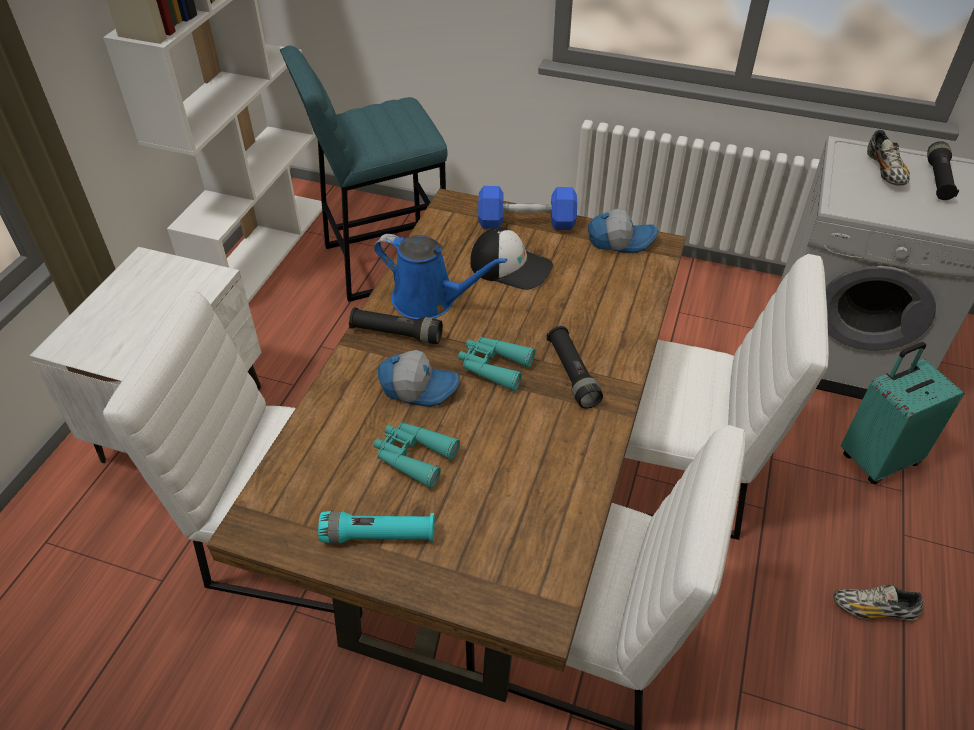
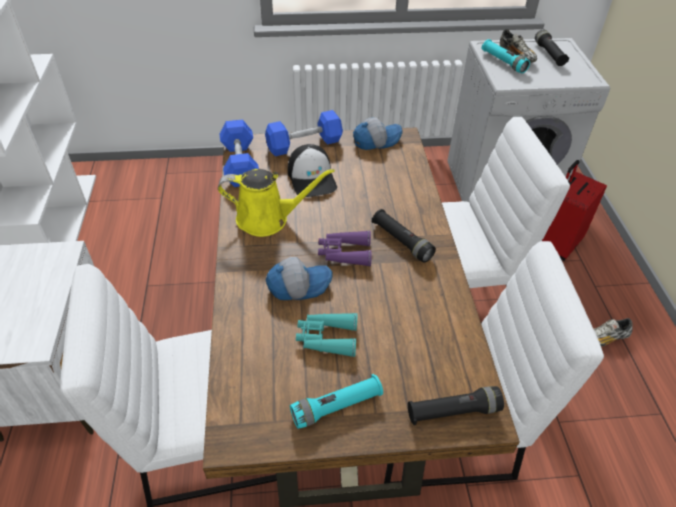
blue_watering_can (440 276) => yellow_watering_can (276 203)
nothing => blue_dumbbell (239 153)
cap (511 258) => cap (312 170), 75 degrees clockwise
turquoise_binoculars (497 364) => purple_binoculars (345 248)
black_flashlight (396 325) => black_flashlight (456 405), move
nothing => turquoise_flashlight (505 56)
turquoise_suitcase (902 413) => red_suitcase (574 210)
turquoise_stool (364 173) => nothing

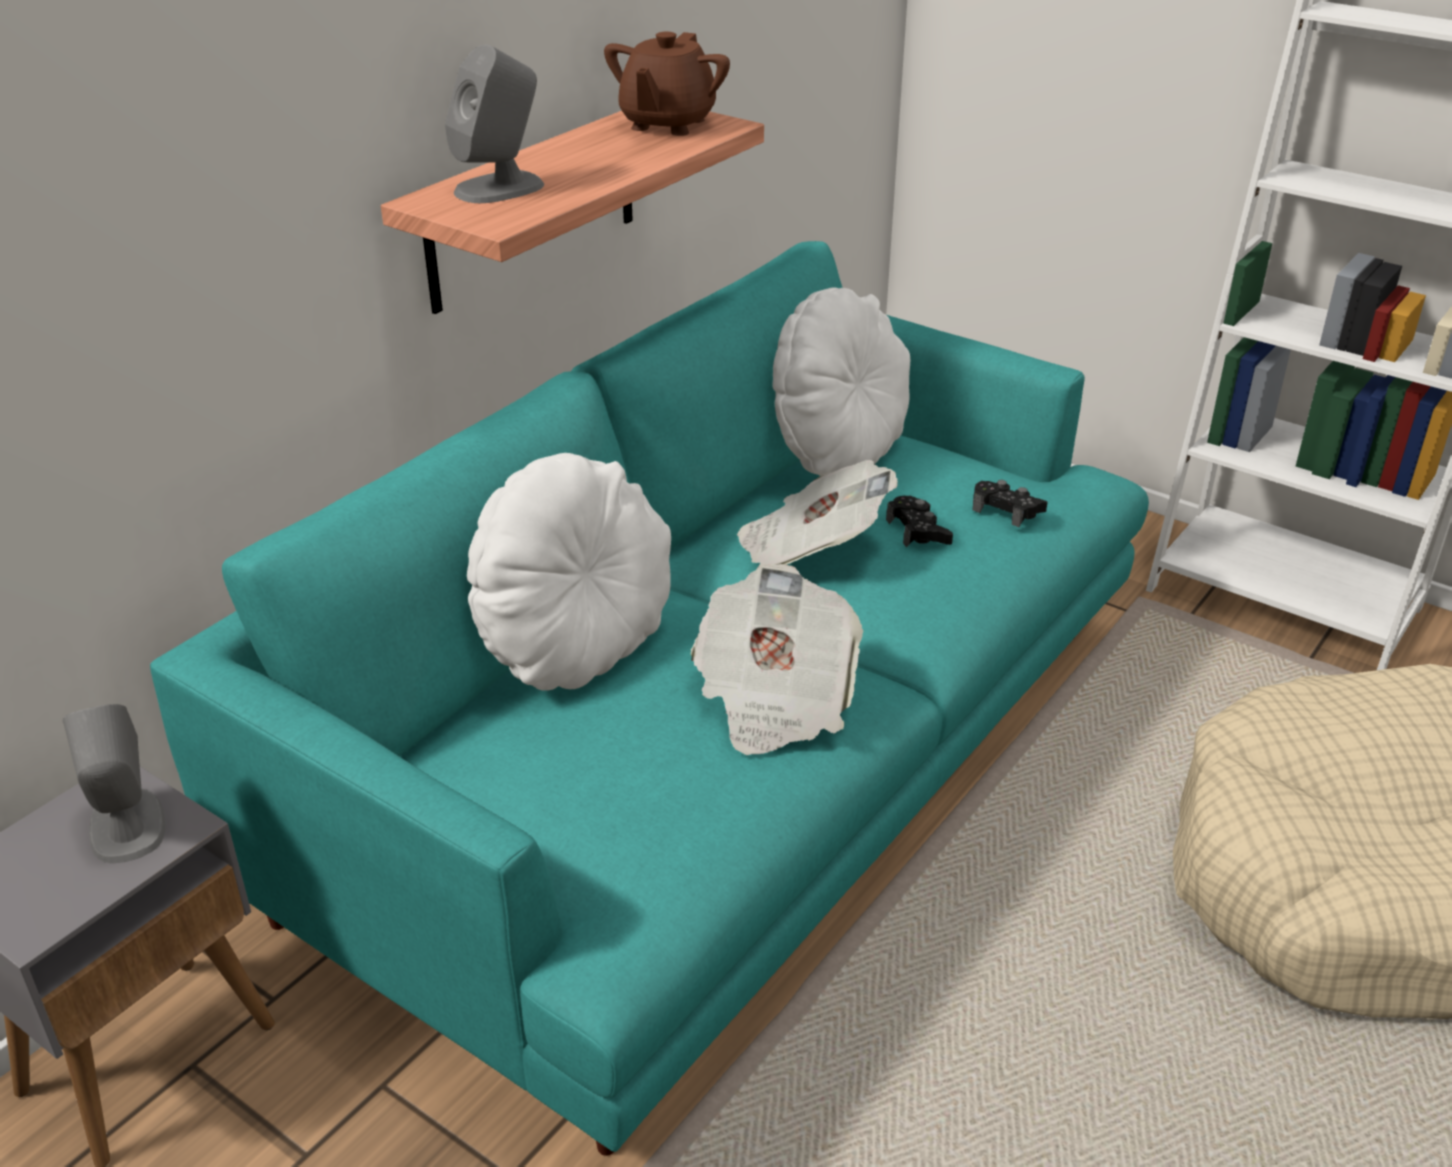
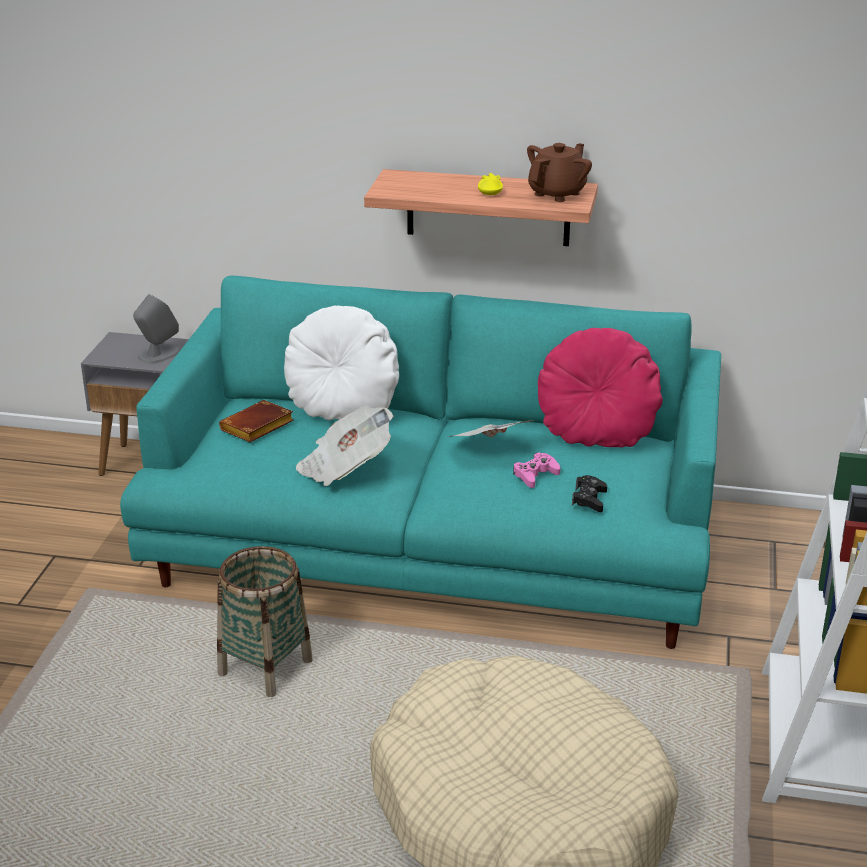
nothing => basket (265 621)
nothing => brown_book (256 421)
nothing => yellow_bowl (490 184)
black_game_controller (919 522) => pink_game_controller (536 470)
brown_teapot (667 84) => brown_teapot (559 172), 135 degrees clockwise
white_pillow (841 381) => pink_pillow (600 387)
grey_speaker (494 123) => nothing

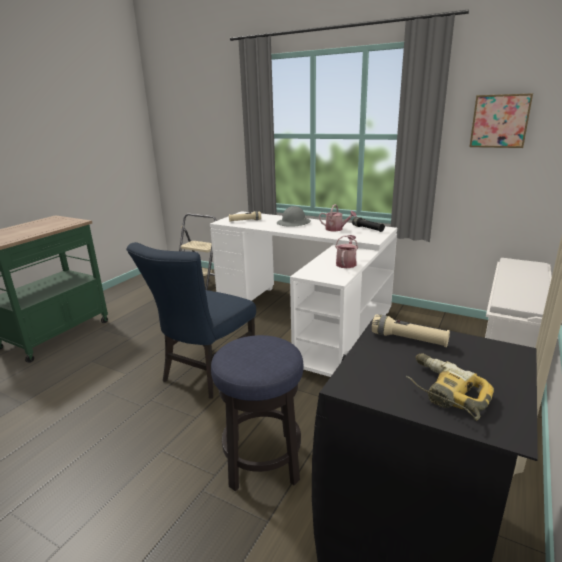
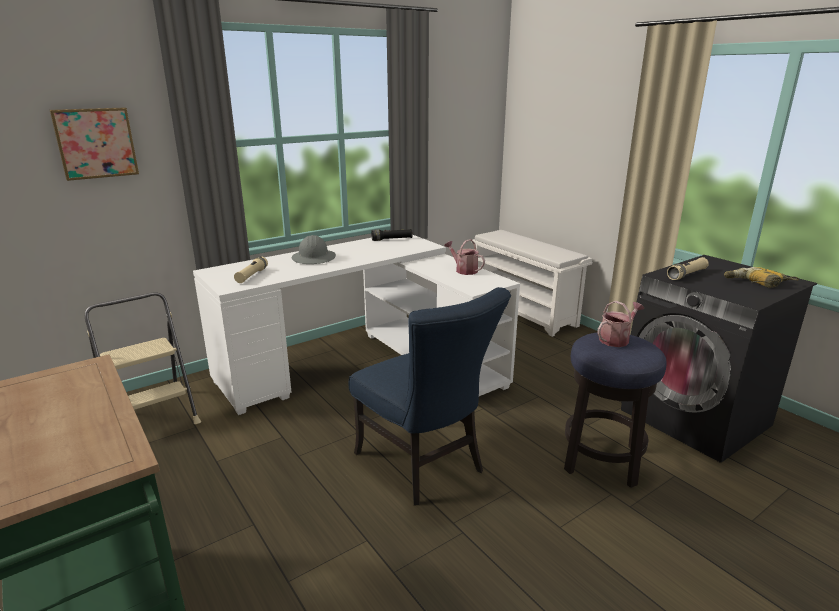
picture (501 120) => picture (94 144), move
watering_can (338 217) => watering_can (620 324), move

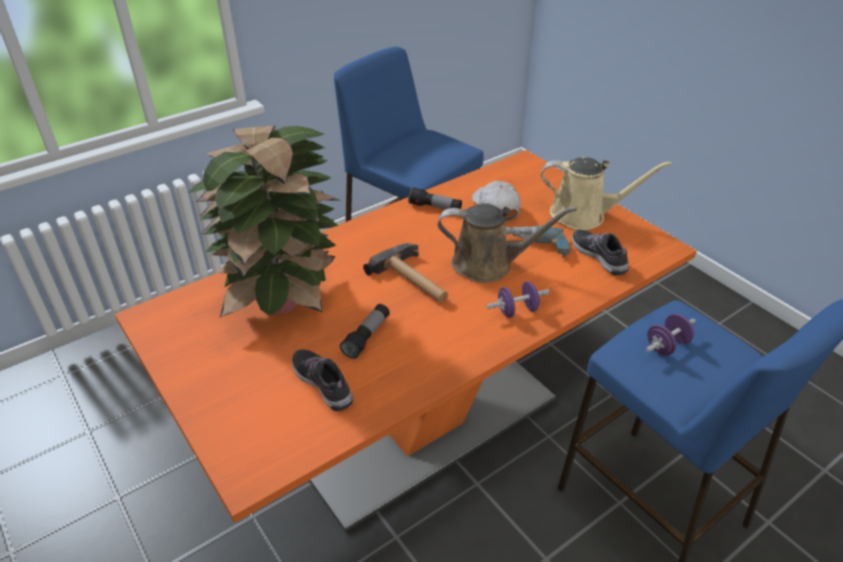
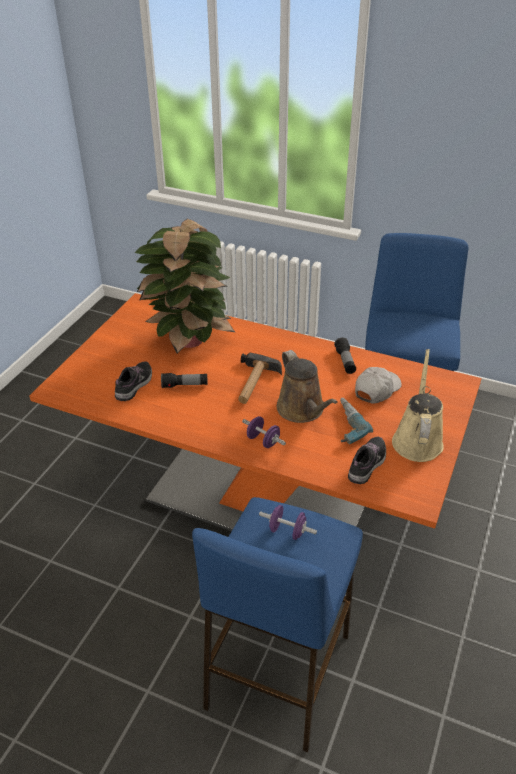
beige_watering_can (606 193) => beige_watering_can (418 405), 150 degrees counterclockwise

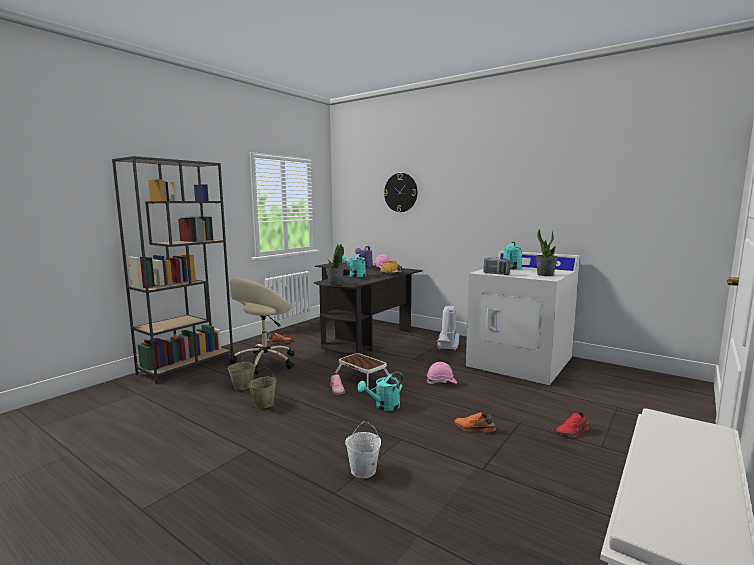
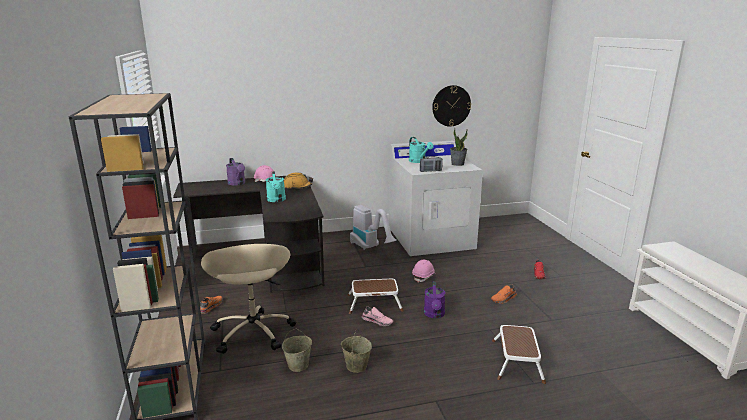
turquoise_watering_can (380 391) => purple_watering_can (434 299)
wall_clock (401 192) => wall_clock (451 106), move
white_bucket (363 449) => brown_step_ladder (519 354)
potted_plant (335 264) => nothing

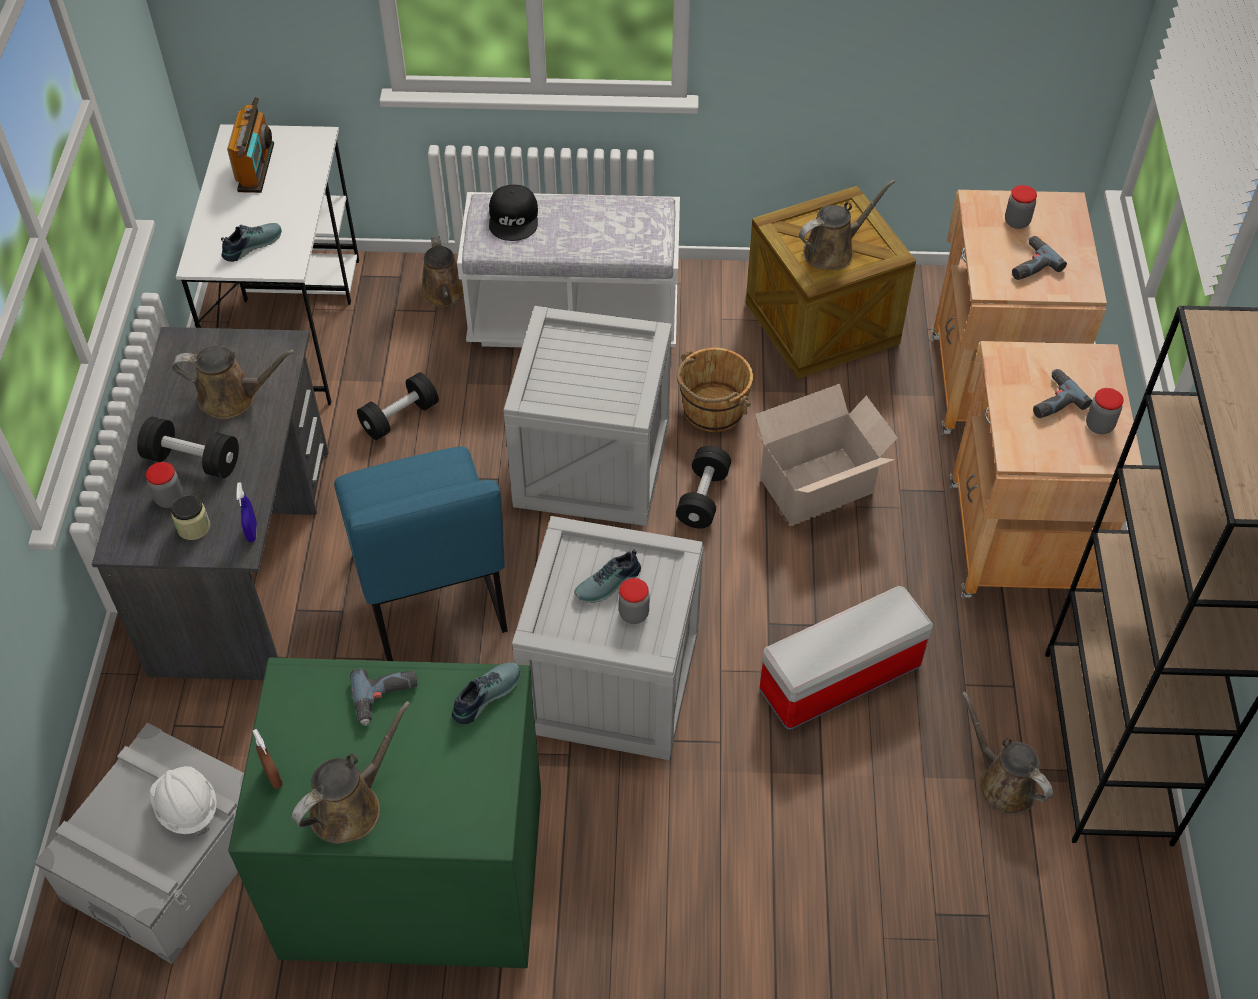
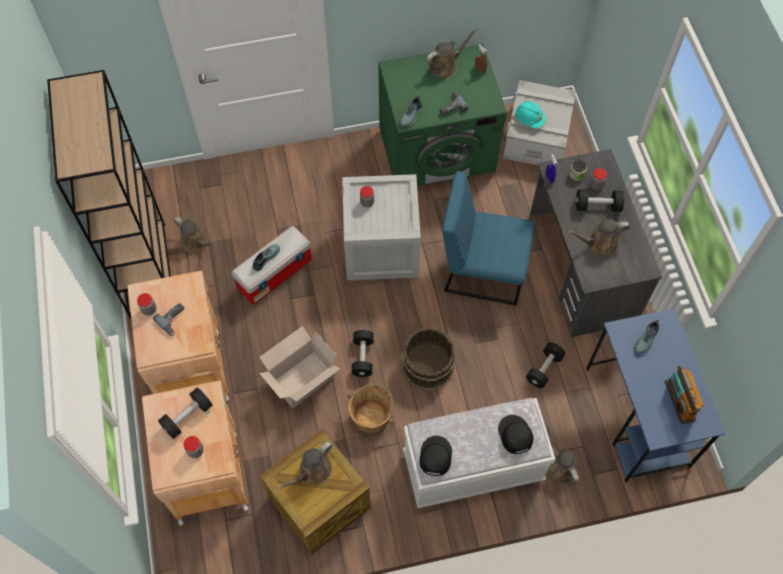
power_drill (1039 258) => black_dumbbell (185 413)
shoe (607 576) => shoe (266 257), move
crate (588 416) => brown_bucket (429 358)
nothing => black_cap (436 456)
brown_watering_can (351 772) => brown_watering_can (452 52), 150 degrees counterclockwise
blue_chair (421 554) => blue_chair (488 238), 45 degrees counterclockwise
white_hard_hat (183 801) => turquoise_hard_hat (530 114)
white_desk (267 264) => blue_desk (655 395)

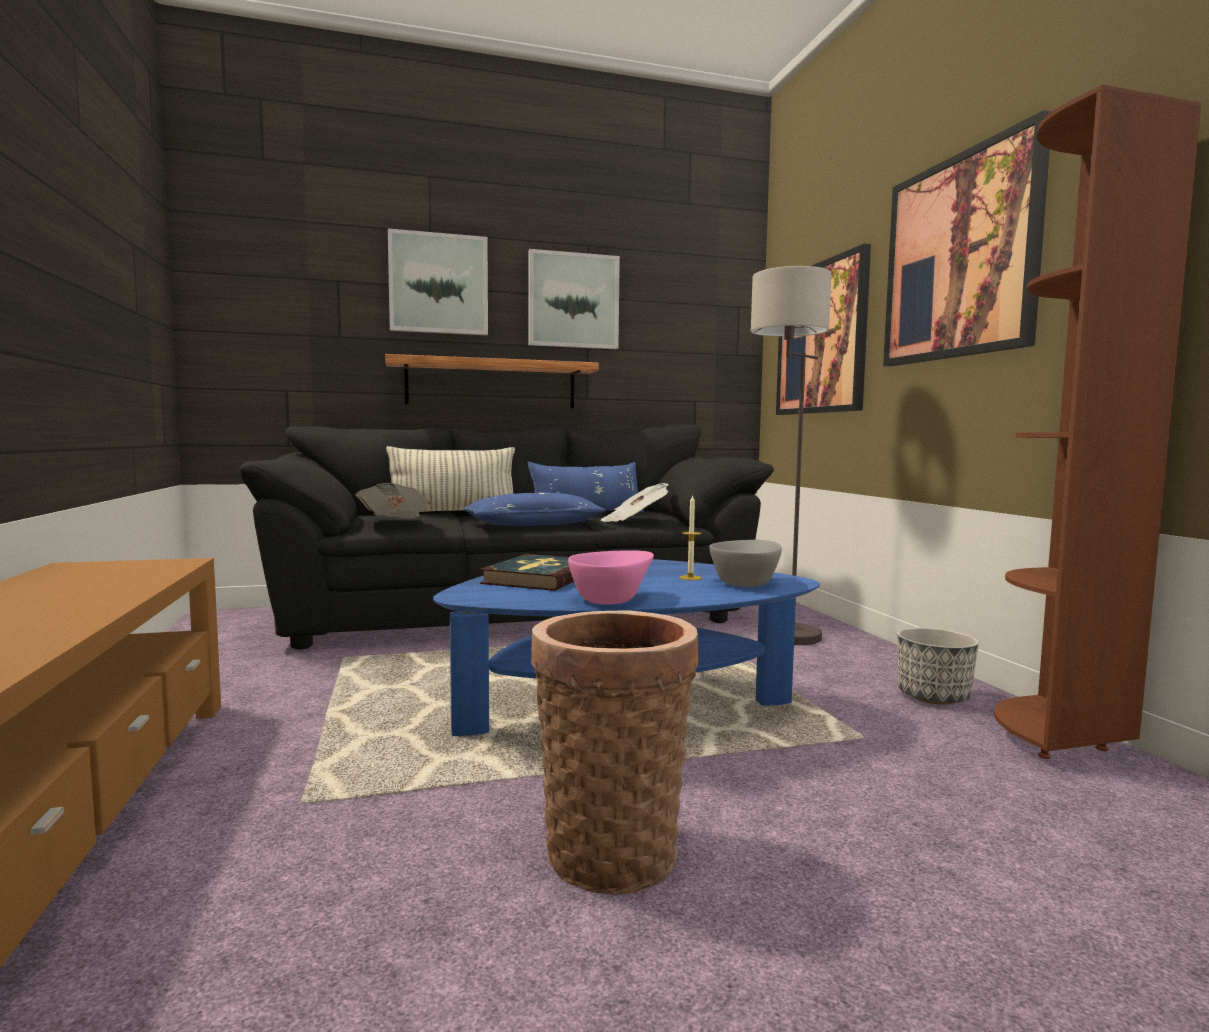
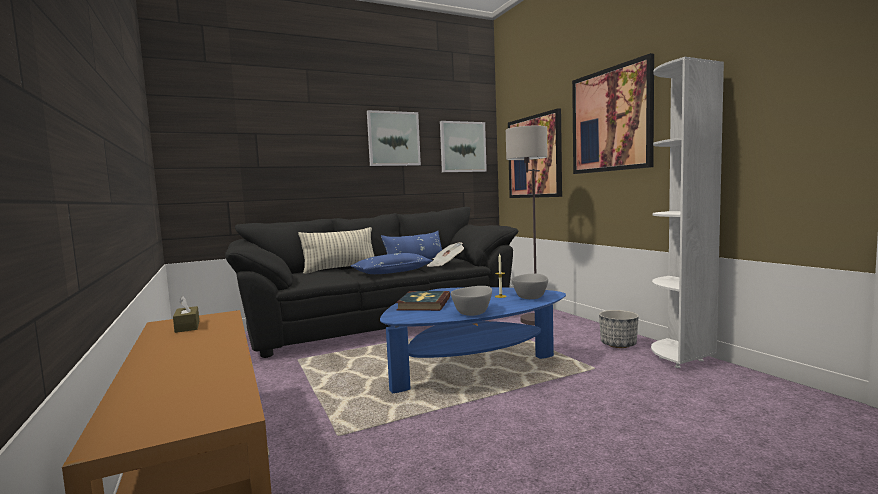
nothing => brown_tissue_box (186 314)
picture (438 281) => picture (463 146), move
pink_bowl (611 577) => grey_bowl (471 301)
brown_bookcase (1097 421) => white_bookcase (687 212)
newspaper (393 500) => nothing
shelf (492 381) => nothing
basket (614 752) => nothing

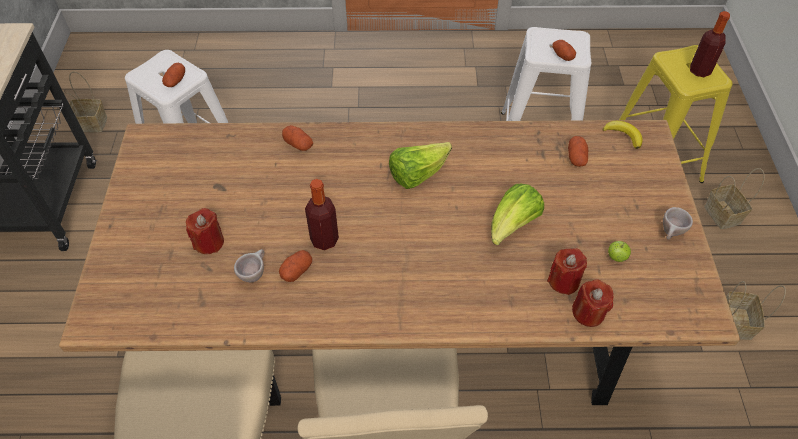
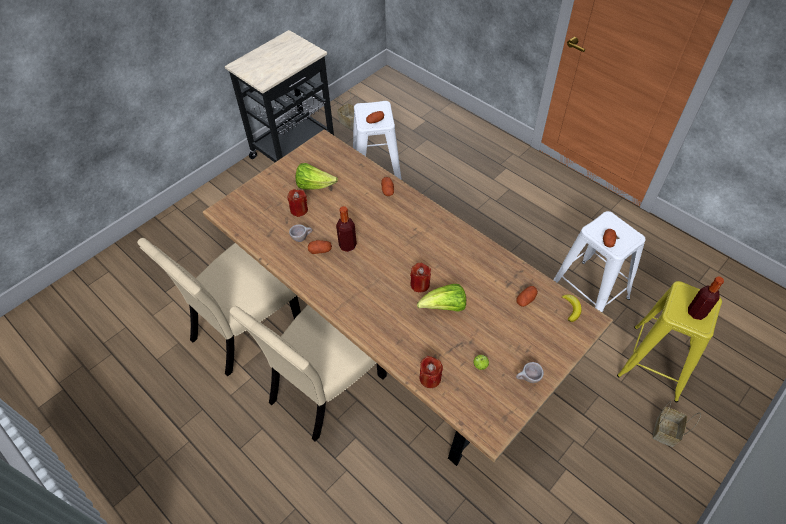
lettuce (420 165) => lettuce (317 176), move
red_candle (567 271) => red_candle (420 277), move
basket (756 310) => nothing

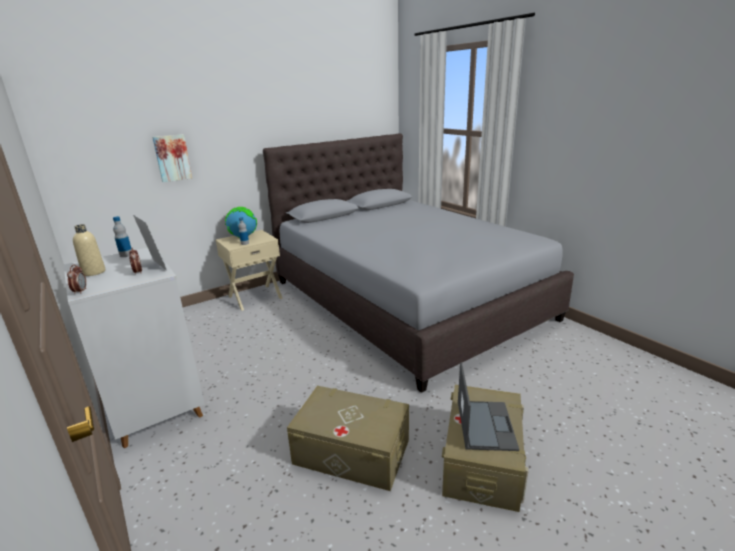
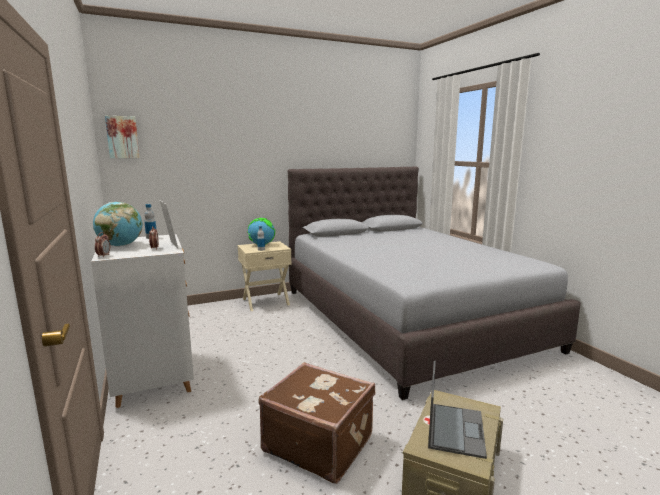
beige_bottle (89 250) => globe (118 224)
picture (172 158) => picture (122 137), move
beige_storage_box (348 438) => brown_suitcase (317 423)

